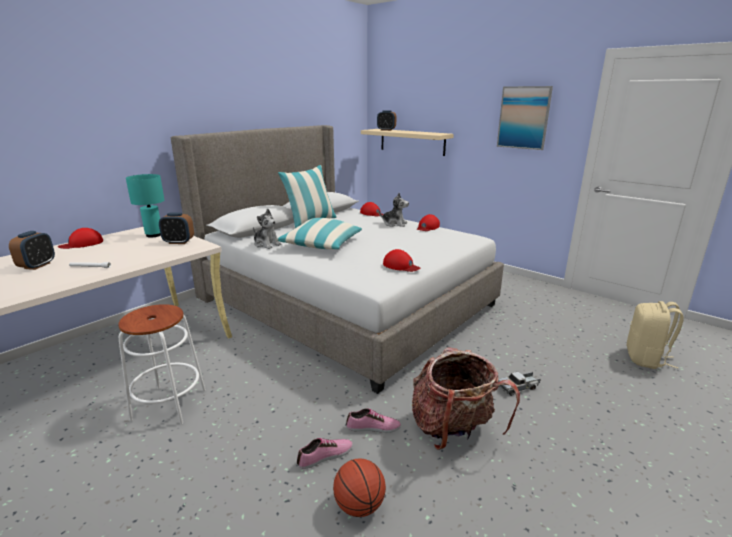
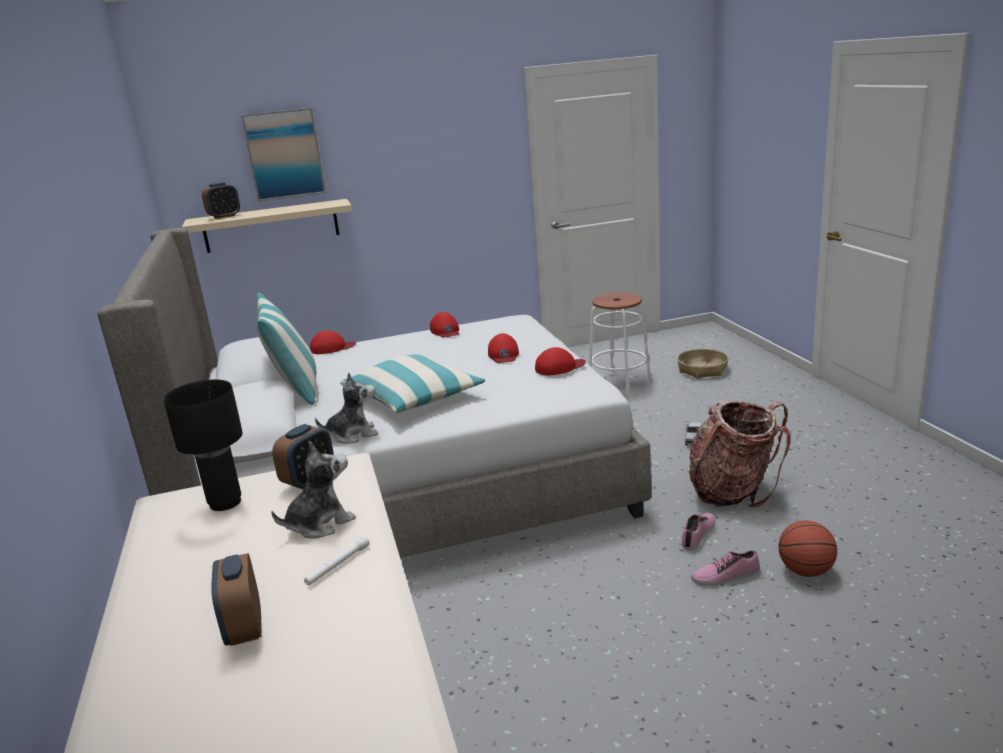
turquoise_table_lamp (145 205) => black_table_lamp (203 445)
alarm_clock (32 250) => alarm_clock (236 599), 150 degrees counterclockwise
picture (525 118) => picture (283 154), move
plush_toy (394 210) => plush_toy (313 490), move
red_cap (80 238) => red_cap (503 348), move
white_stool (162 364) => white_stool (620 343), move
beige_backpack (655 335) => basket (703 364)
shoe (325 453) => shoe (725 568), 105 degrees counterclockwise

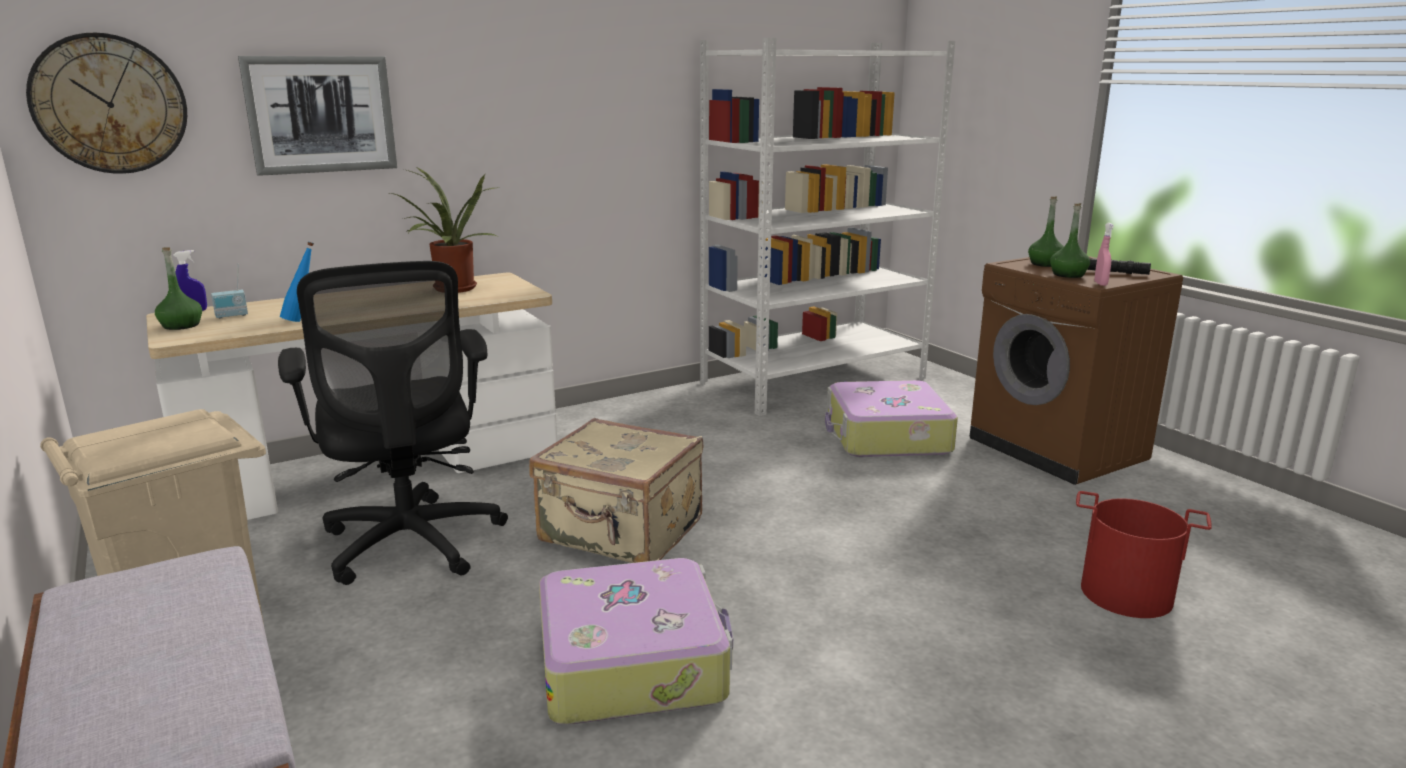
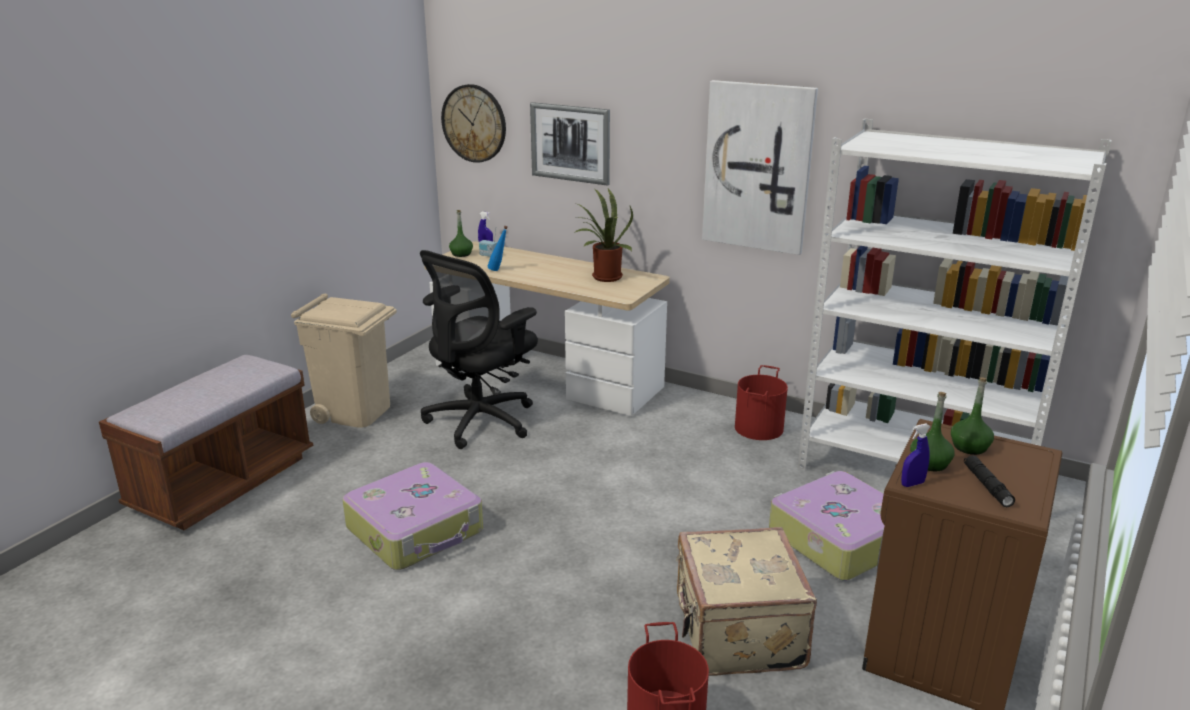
beige_suitcase (616 490) => beige_suitcase (746 601), move
nothing => picture (760 167)
nothing => red_bucket (761 402)
pink_spray_bottle (1104 254) => blue_spray_bottle (916 455)

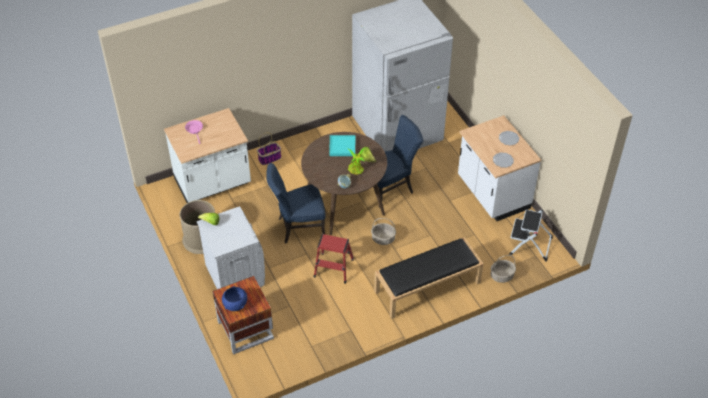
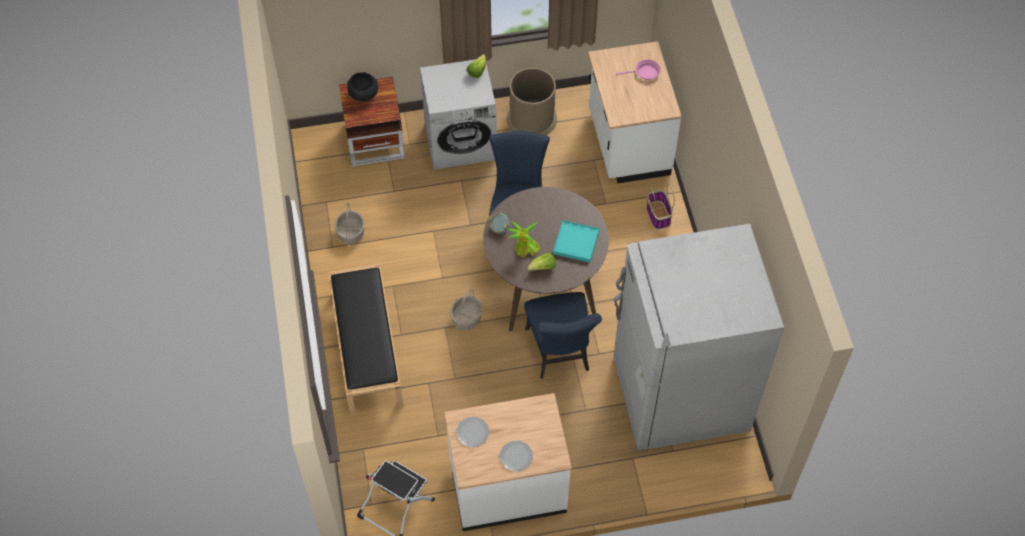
basket (503 269) => basket (349 223), move
blue_bowl (234 298) => black_bowl (362 86)
red_step_ladder (334 259) => nothing

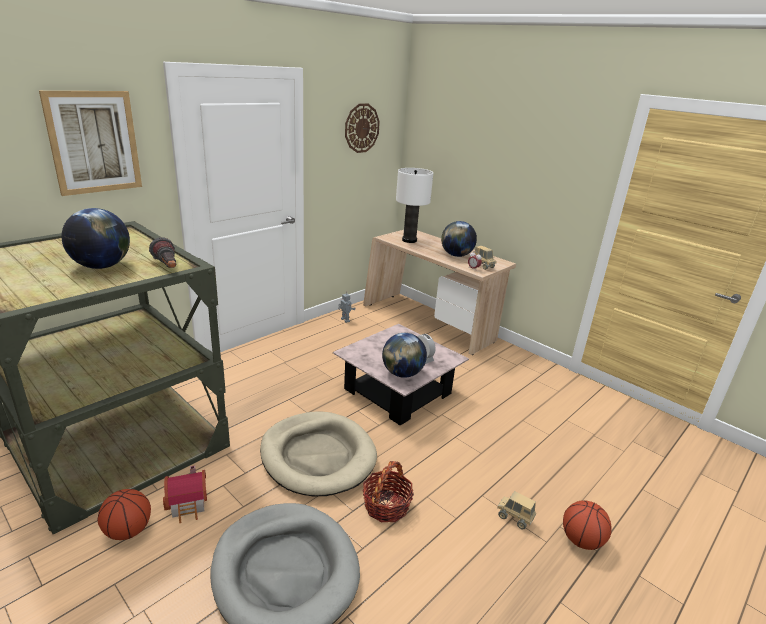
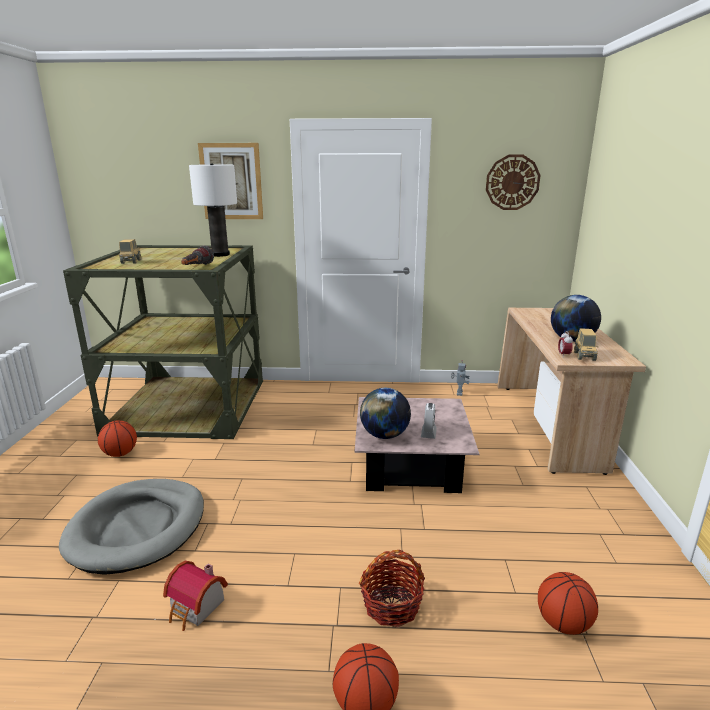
toy_truck (516 510) => toy_truck (130 251), move
toy_house (185 494) => toy_house (195 596), move
white_table_lamp (414 205) => white_table_lamp (213 210), move
basket (388 491) => basket (392 588), move
nothing => basketball (568 603)
globe (95 238) => nothing
beige_dog_bed (318 454) => nothing

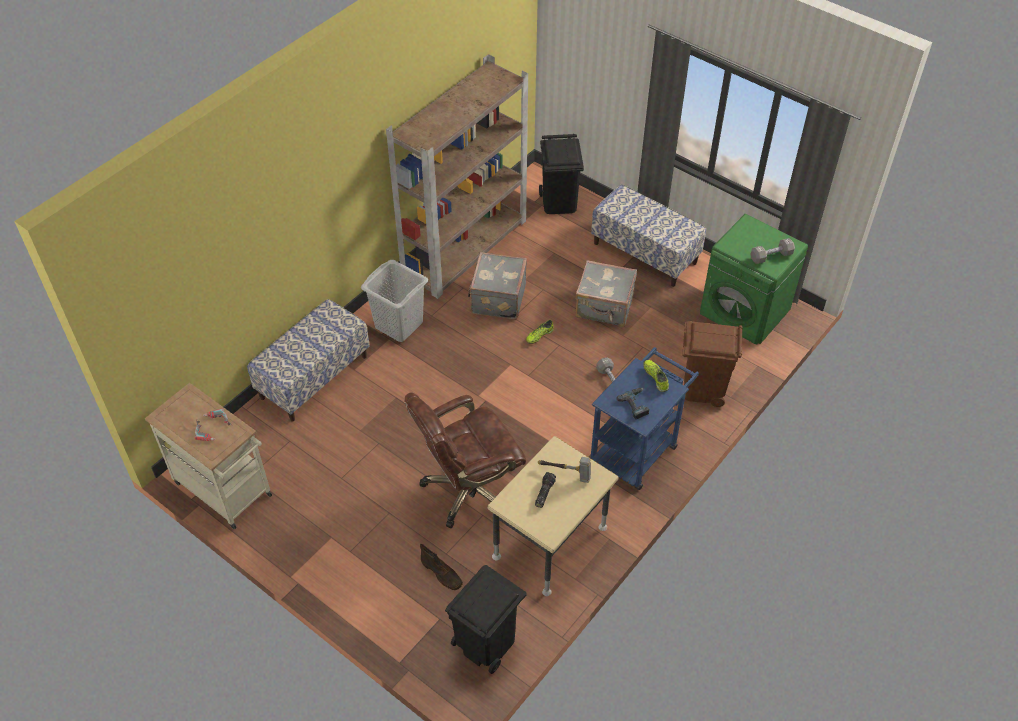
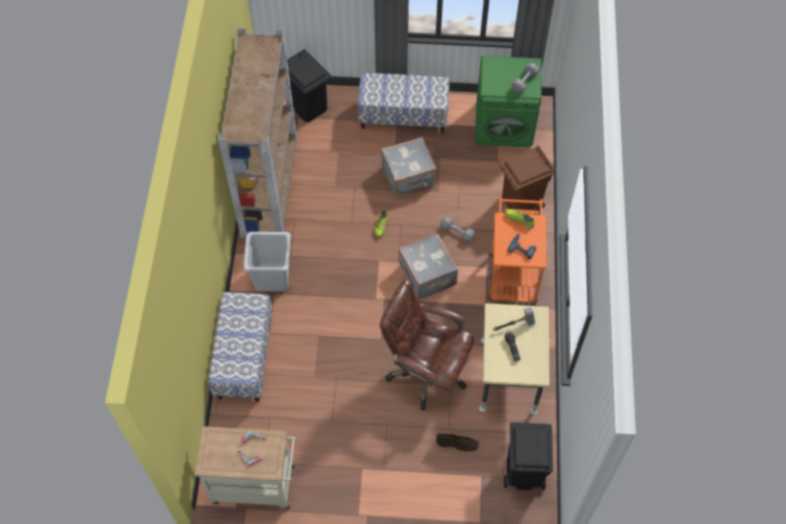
brown_office_chair (465 460) => brown_office_chair (427 345), 90 degrees clockwise
grey_suitcase (497 285) => grey_suitcase (428 266), move
blue_cart (644 418) => orange_cart (517 249)

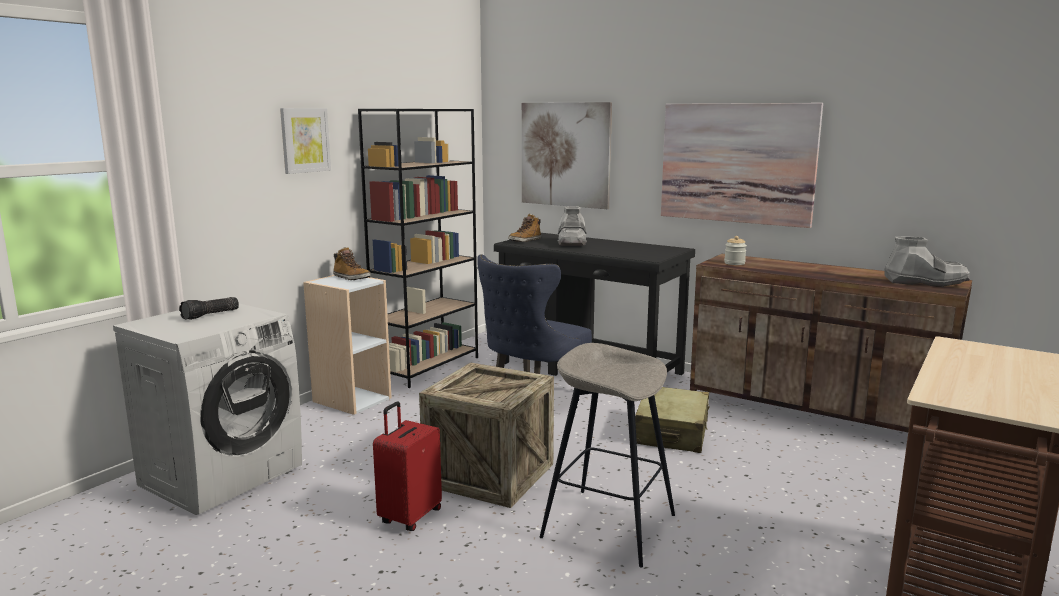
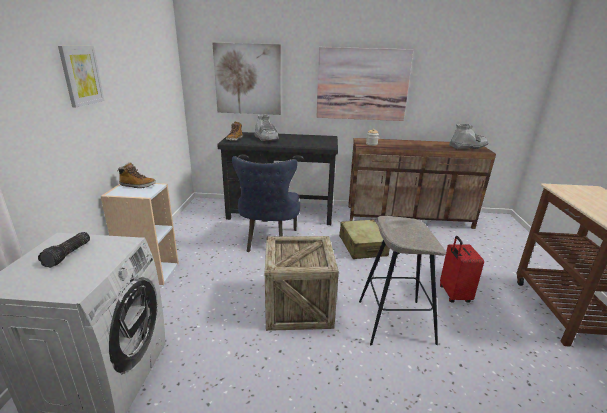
red_suitcase (407 466) => red_suitcase (462 269), move
beige_bookcase (418 248) => nothing

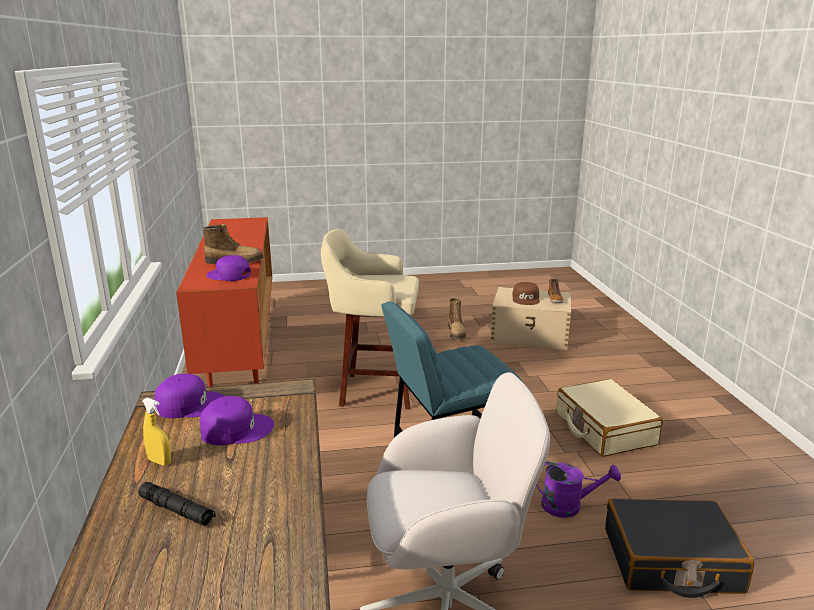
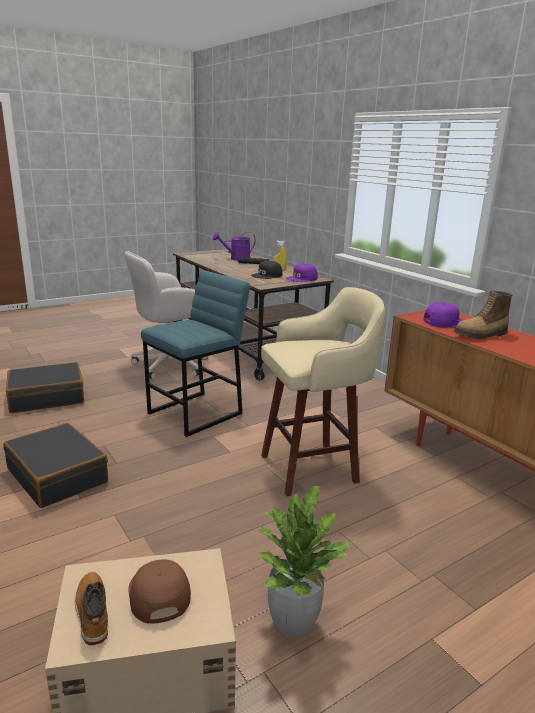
beige_suitcase (610 418) => black_suitcase (55 465)
purple_watering_can (578 489) => purple_watering_can (234 246), move
purple_cap (237 420) => black_cap (266 270)
boot (457 318) => potted_plant (303 561)

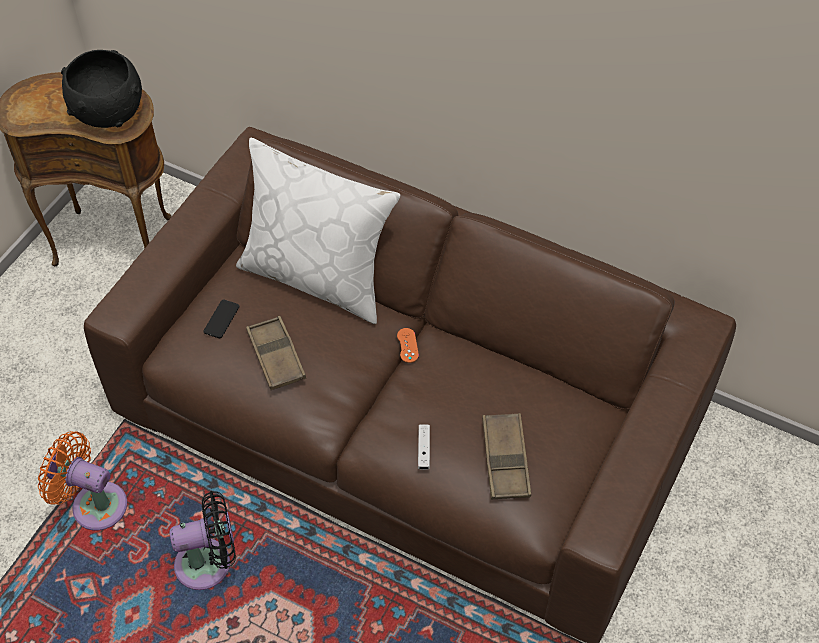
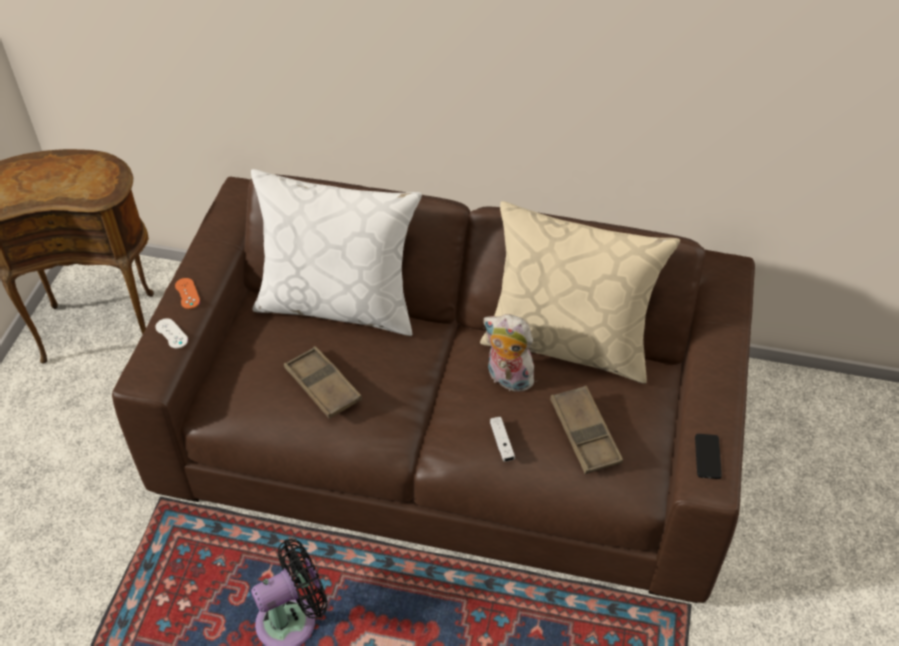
nothing => white_game_controller (171 333)
orange_game_controller (408 345) => orange_game_controller (187 293), move
nothing => beige_pillow (580 292)
nothing => plush_toy (508 352)
phone (221 318) => phone (708 456), move
orange_fan (82 480) => nothing
black_bowl (101 89) => nothing

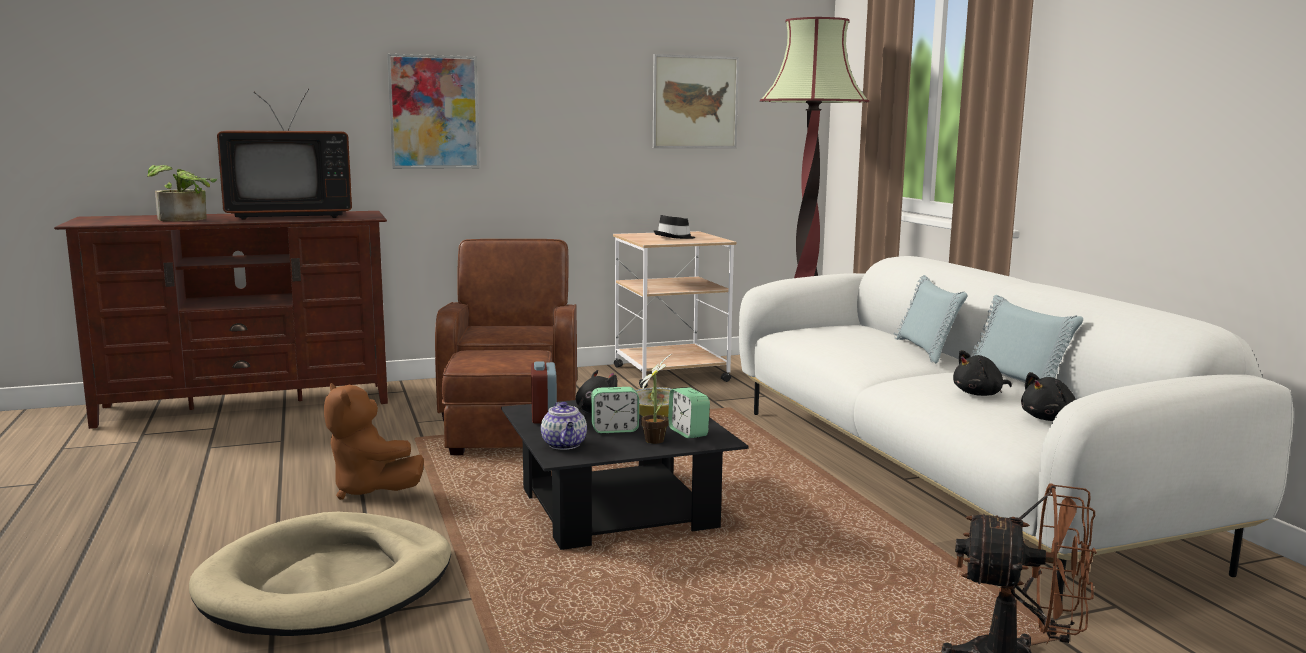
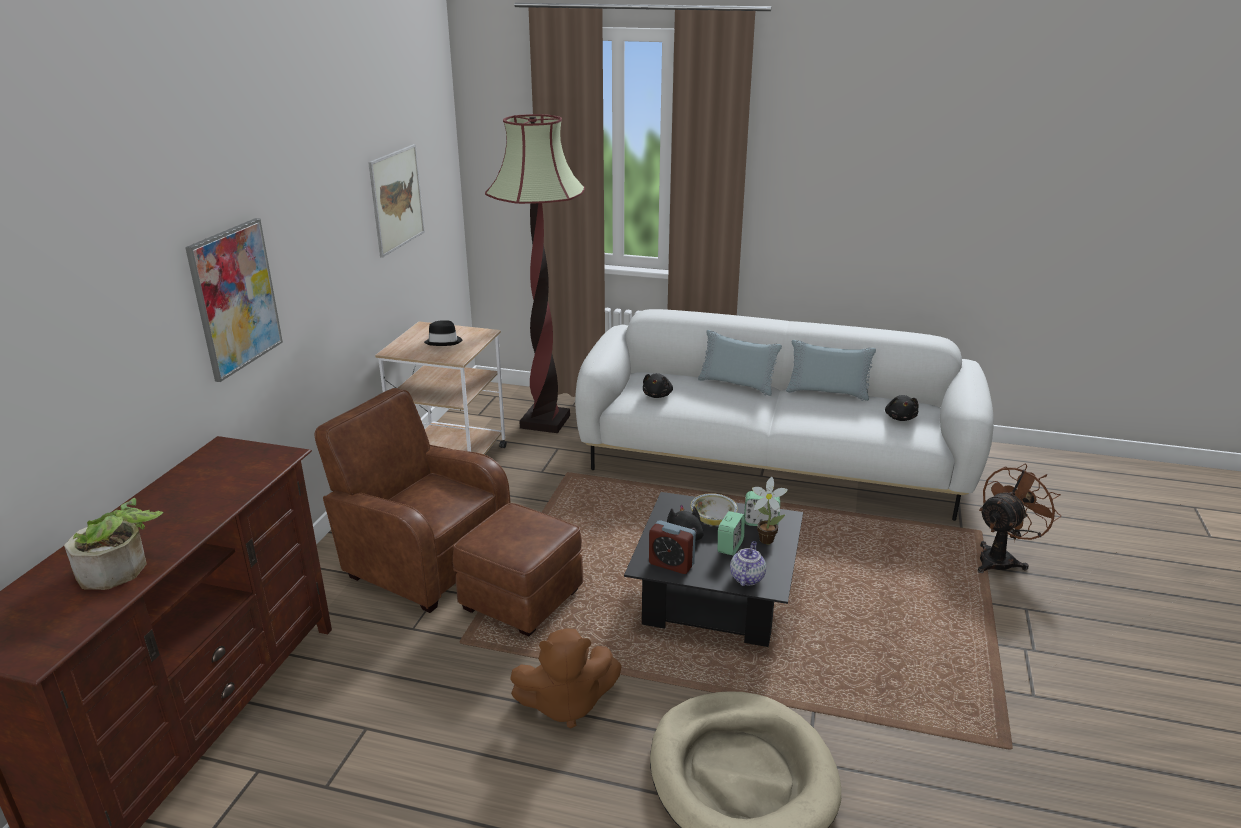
black_plush_toy (982 373) => black_plush_toy (658 385), move
teapot (564 426) => teapot (748 563), 90 degrees counterclockwise
television (284 154) => nothing

